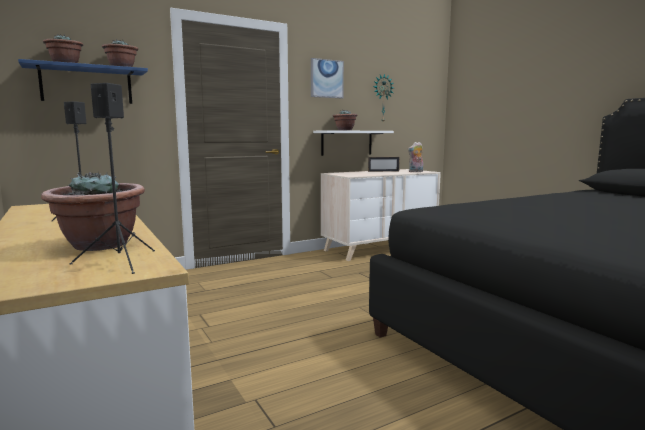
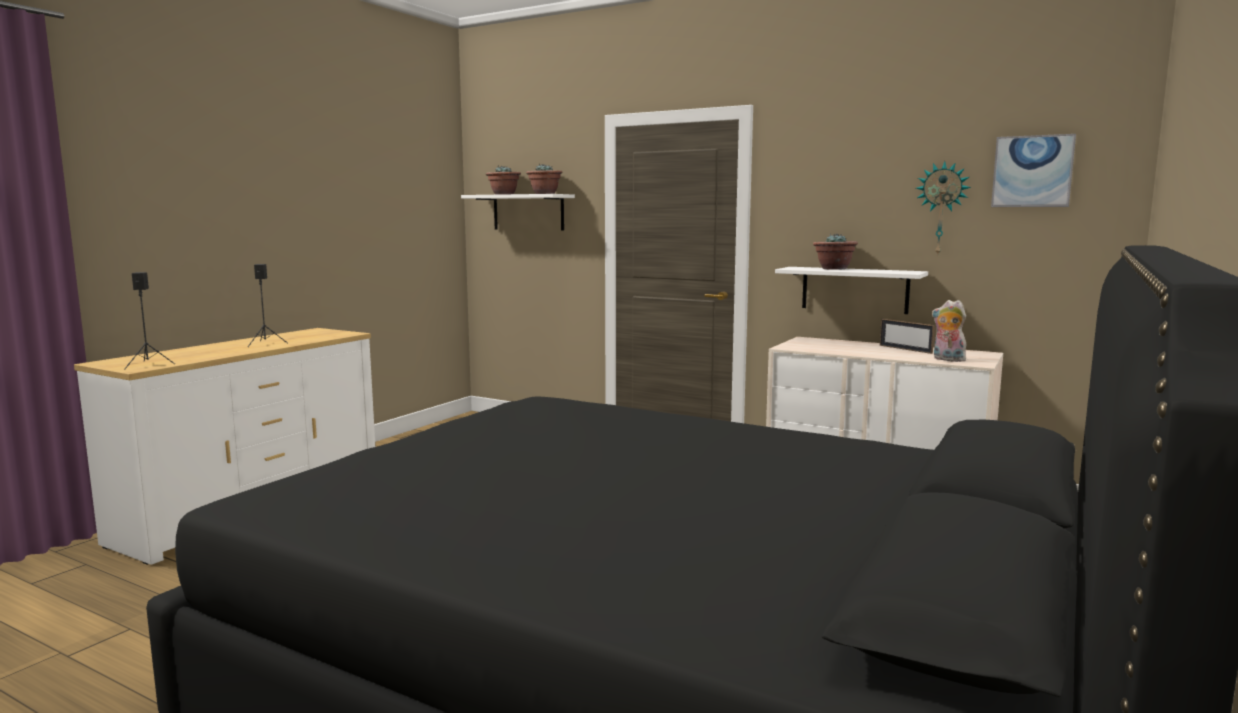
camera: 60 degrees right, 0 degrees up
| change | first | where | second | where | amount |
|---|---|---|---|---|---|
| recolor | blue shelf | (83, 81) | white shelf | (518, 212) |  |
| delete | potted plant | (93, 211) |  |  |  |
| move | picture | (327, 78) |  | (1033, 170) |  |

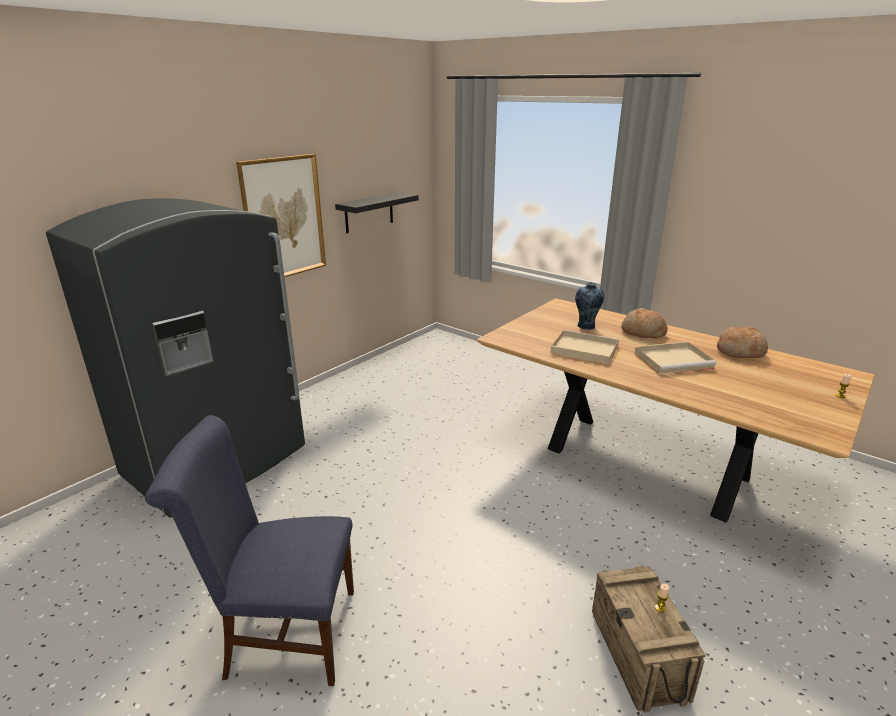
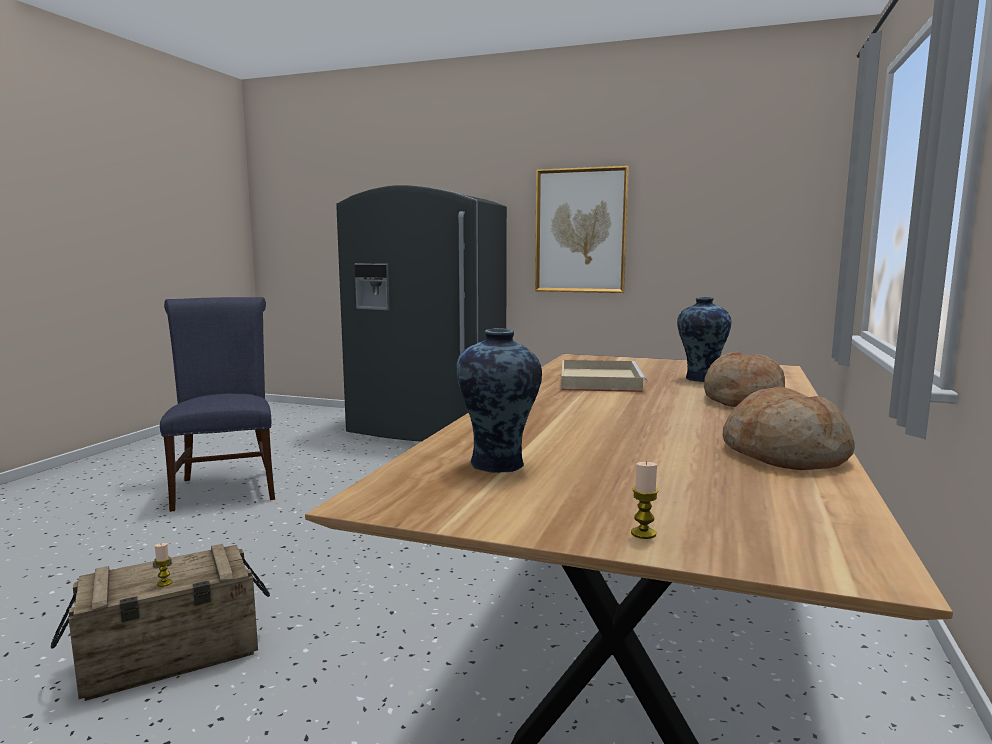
camera: 70 degrees right, 15 degrees down
| change | first | where | second | where | amount |
|---|---|---|---|---|---|
| delete | black shelf | (377, 212) |  |  |  |
| delete | beige tray | (675, 358) |  |  |  |
| insert |  |  | vase | (499, 400) |  |

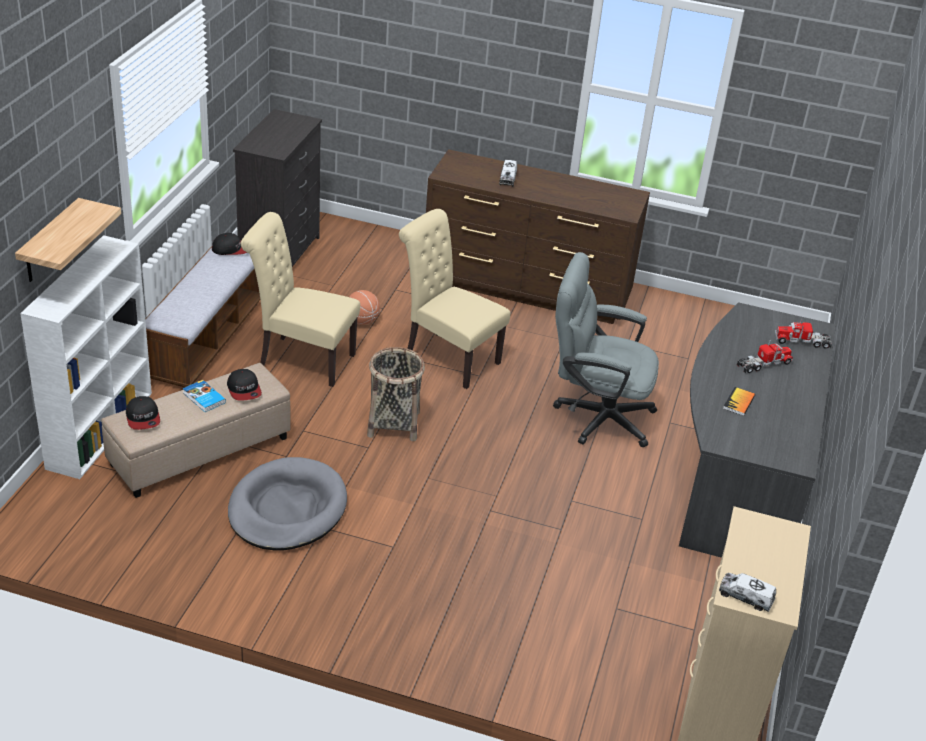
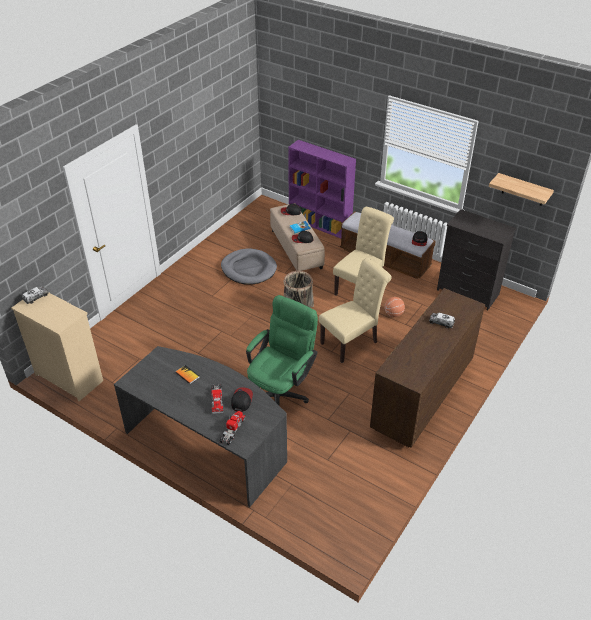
camera: 110 degrees right, 5 degrees up
| change | first | where | second | where | amount |
|---|---|---|---|---|---|
| move | shelf | (68, 240) |  | (521, 189) |  |
| recolor | white bookcase | (86, 357) | purple bookcase | (322, 189) |  |
| recolor | grey office chair | (606, 349) | green office chair | (282, 350) |  |
| insert |  |  | cap | (242, 399) |  |

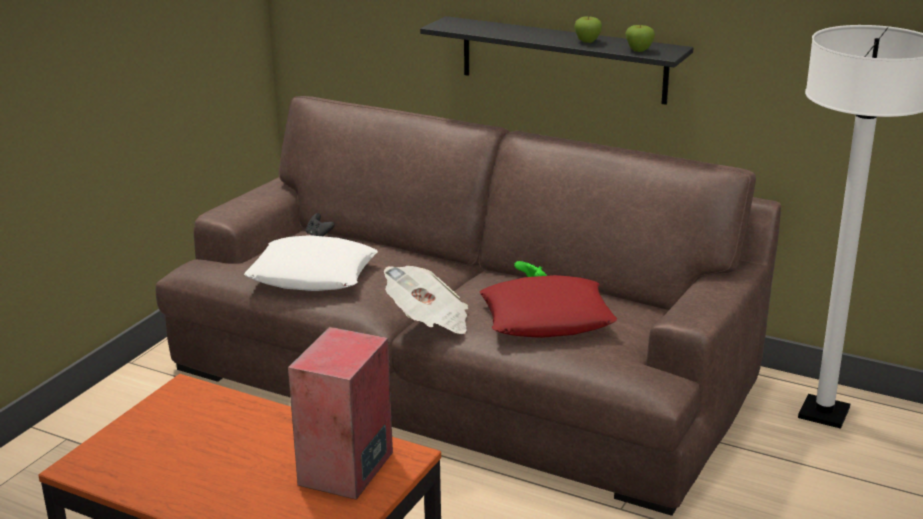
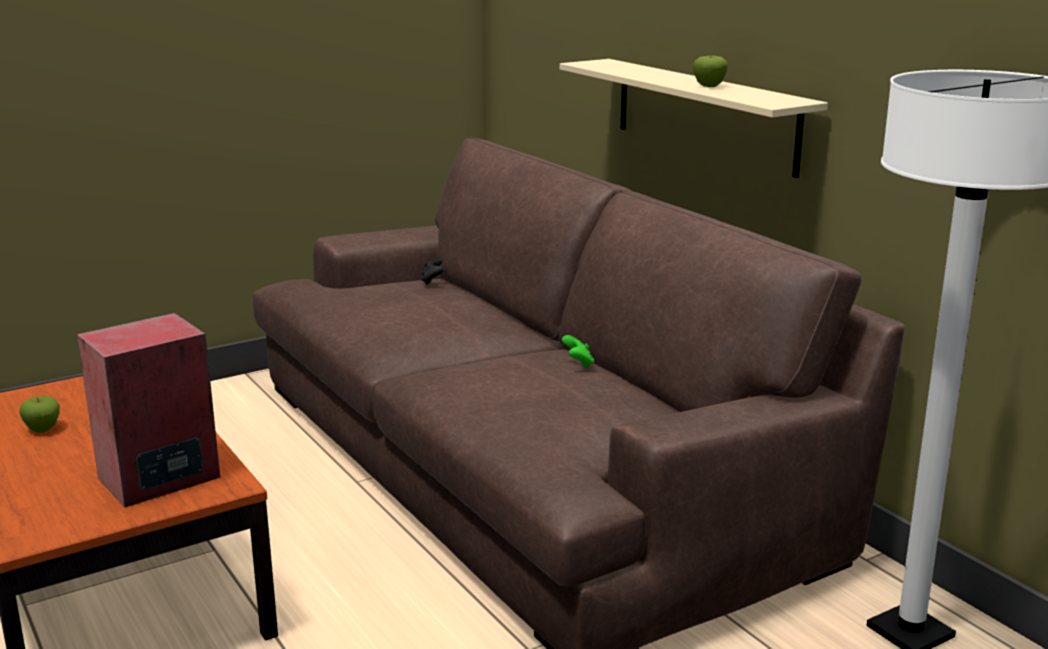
camera: 30 degrees right, 5 degrees down
| change | first | where | second | where | amount |
|---|---|---|---|---|---|
| delete | white pillow | (311, 263) |  |  |  |
| delete | newspaper | (426, 300) |  |  |  |
| recolor | black shelf | (557, 60) | beige shelf | (694, 118) |  |
| delete | red pillow | (548, 306) |  |  |  |
| move | apple | (640, 38) |  | (39, 414) |  |

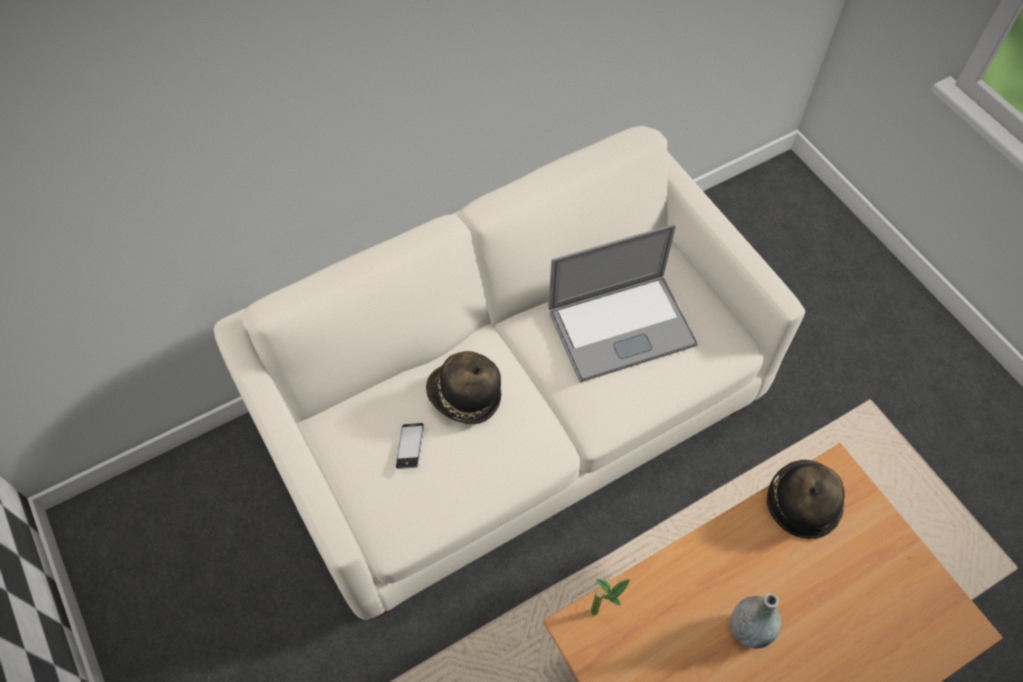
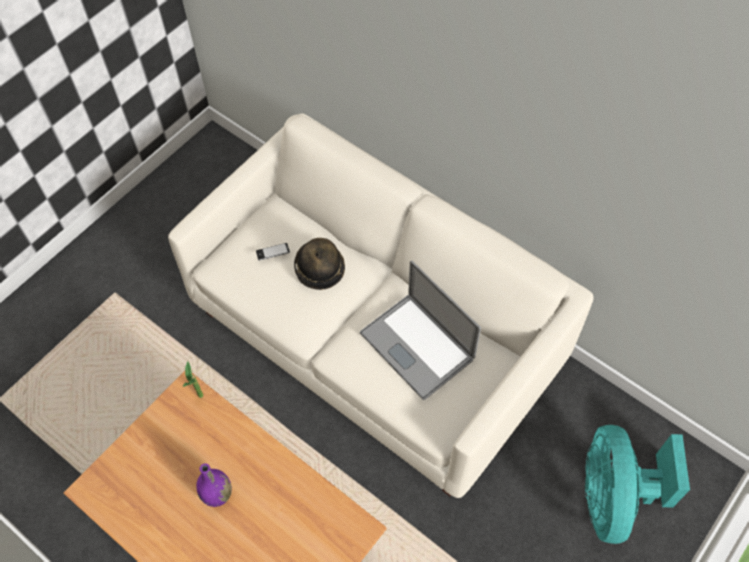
camera: 70 degrees right, 0 degrees up
| change | first | where | second | where | amount |
|---|---|---|---|---|---|
| recolor | grey vase | (755, 621) | purple vase | (214, 485) |  |
| delete | hat | (806, 499) |  |  |  |
| insert |  |  | turquoise fan | (637, 484) |  |

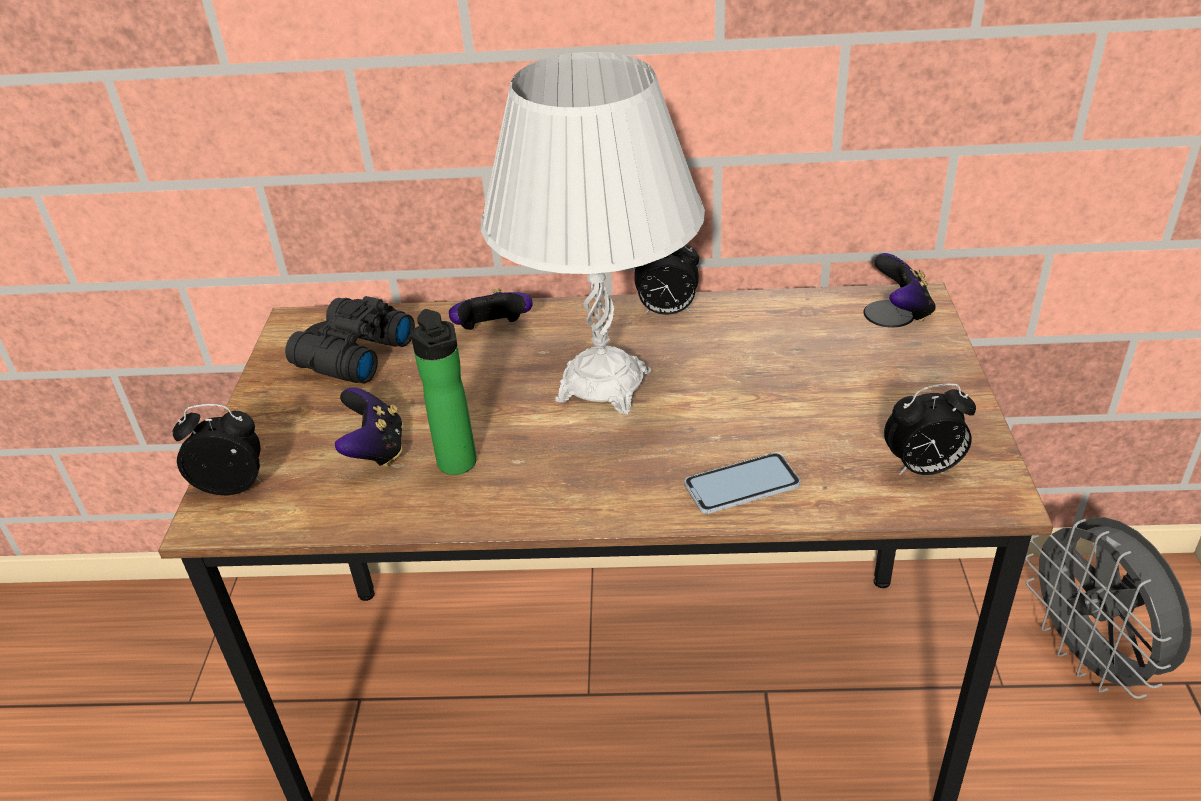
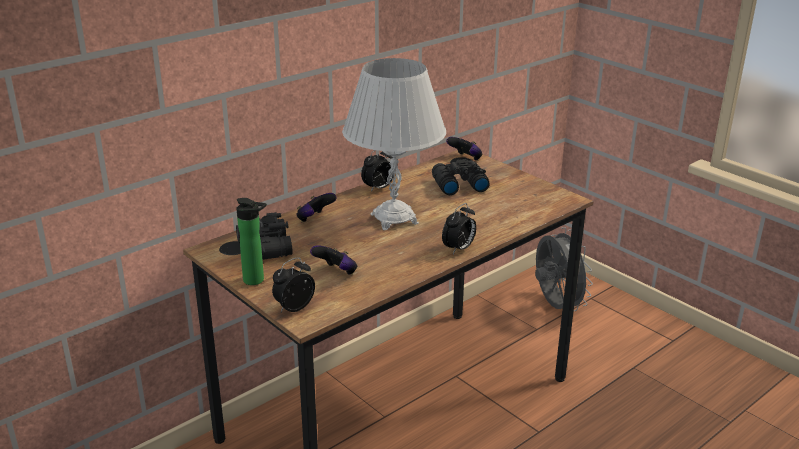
camera: 45 degrees left, 10 degrees down
| change | first | where | second | where | amount |
|---|---|---|---|---|---|
| move | bottle | (444, 392) |  | (251, 241) |  |
| delete | phone | (742, 483) |  |  |  |
| move | alarm clock | (930, 429) |  | (459, 228) |  |
| rotate | grey fan | (1108, 608) |  | (564, 269) | 135 degrees counterclockwise |
| insert |  |  | black binoculars | (461, 177) |  |

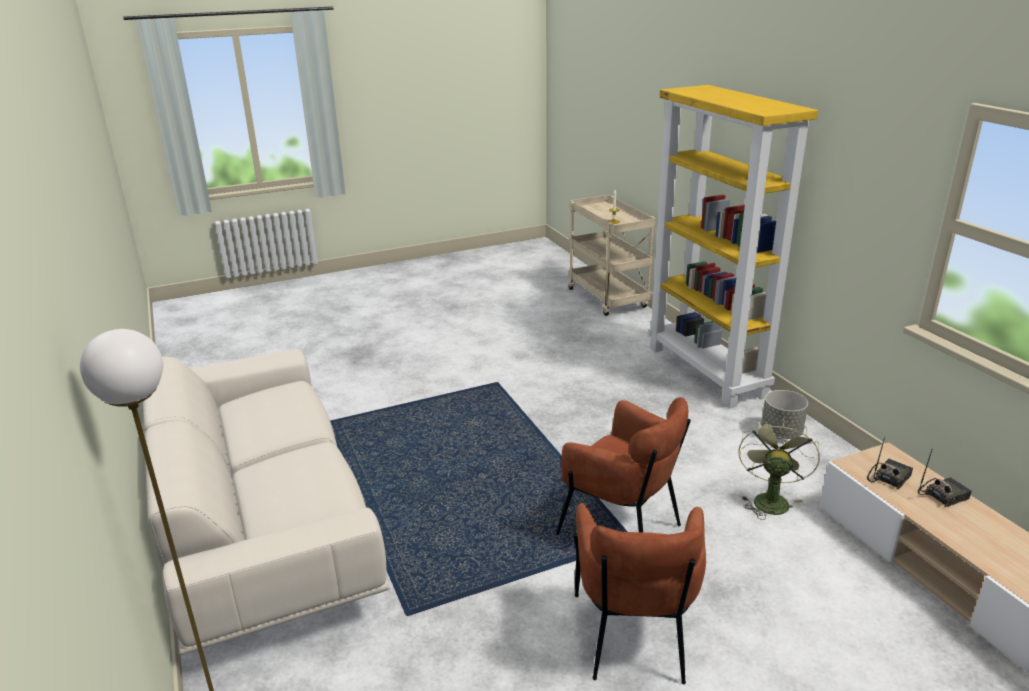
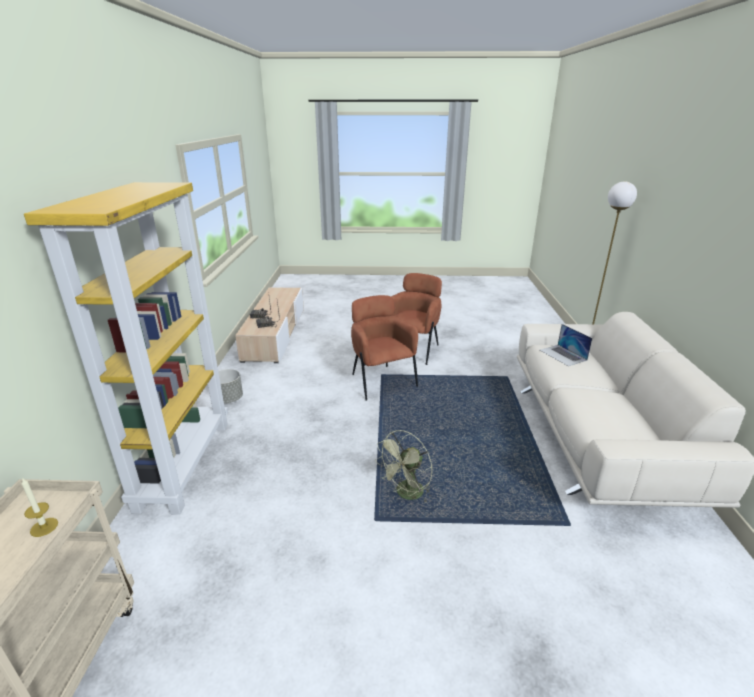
camera: 155 degrees left, 0 degrees up
| change | first | where | second | where | amount |
|---|---|---|---|---|---|
| move | green fan | (779, 469) |  | (403, 466) |  |
| insert |  |  | laptop | (566, 345) |  |

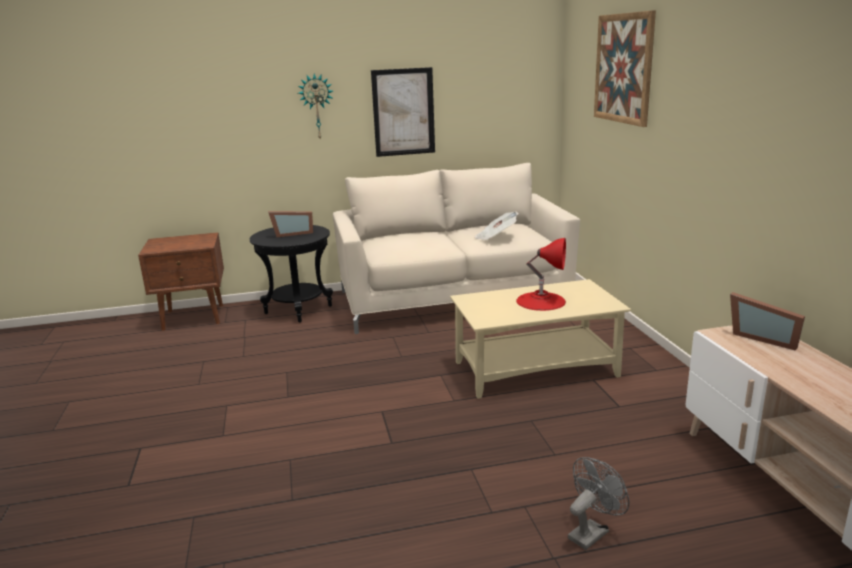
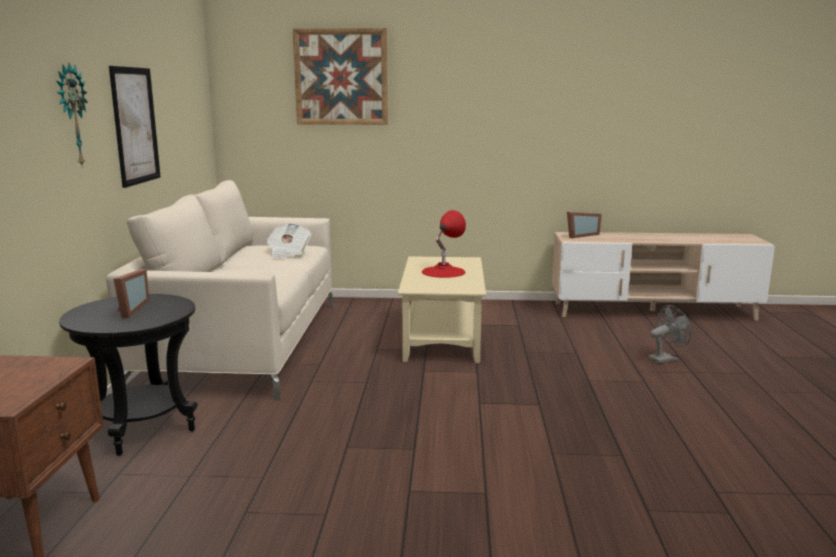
camera: 75 degrees left, 5 degrees down
| change | first | where | second | where | amount |
|---|---|---|---|---|---|
| rotate | grey fan | (599, 503) |  | (669, 334) | 90 degrees clockwise |

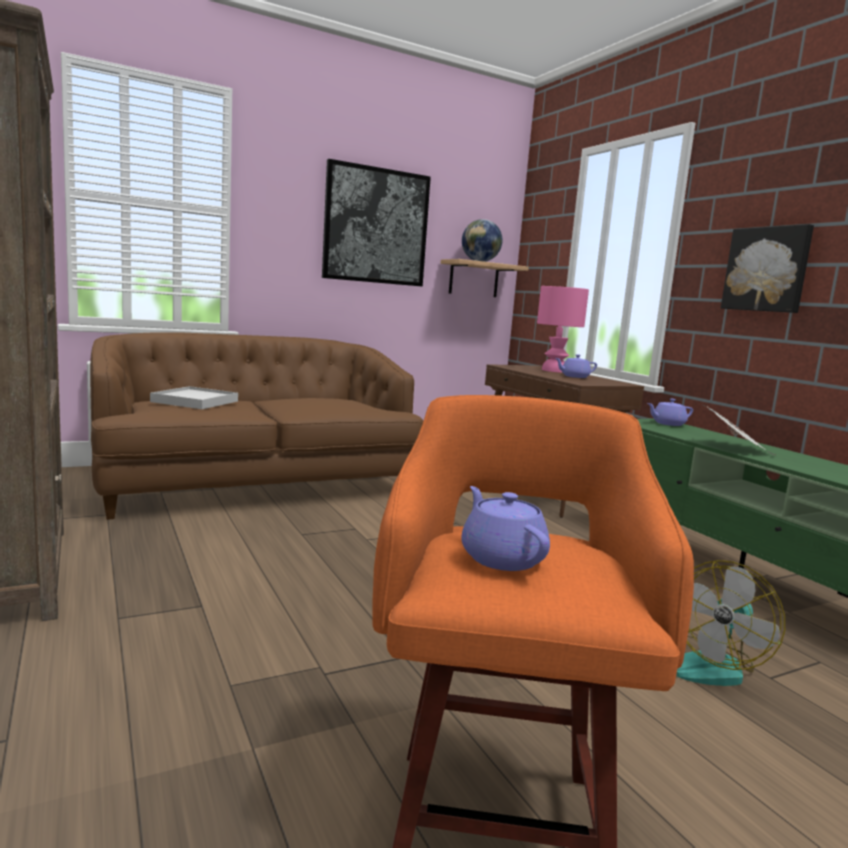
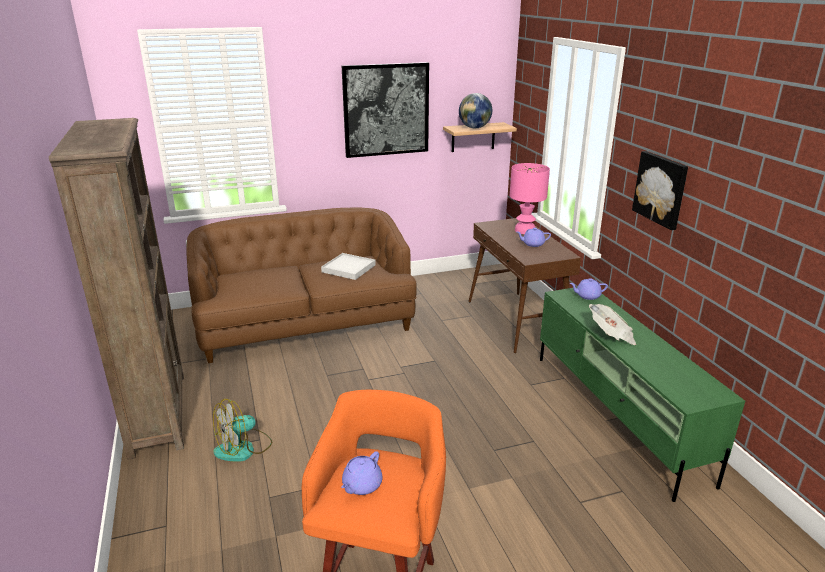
camera: 10 degrees right, 15 degrees up
| change | first | where | second | where | amount |
|---|---|---|---|---|---|
| move | white tray | (194, 397) |  | (348, 266) |  |
| rotate | purple teapot | (505, 528) |  | (361, 473) | 135 degrees counterclockwise |
| move | fan | (730, 623) |  | (242, 430) |  |

